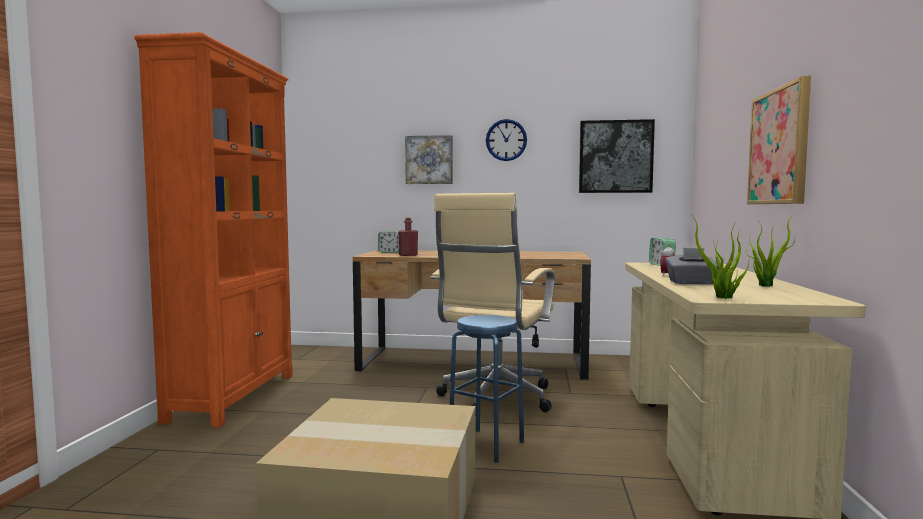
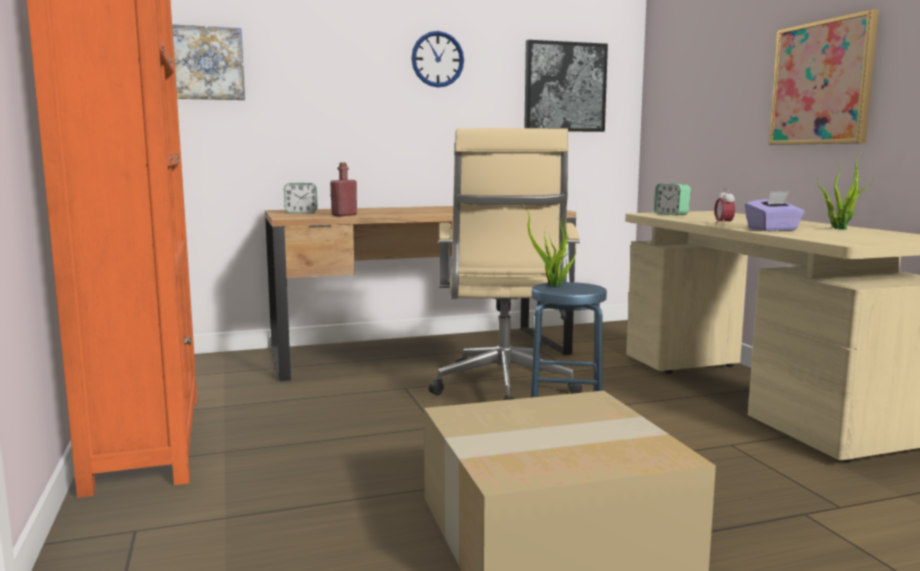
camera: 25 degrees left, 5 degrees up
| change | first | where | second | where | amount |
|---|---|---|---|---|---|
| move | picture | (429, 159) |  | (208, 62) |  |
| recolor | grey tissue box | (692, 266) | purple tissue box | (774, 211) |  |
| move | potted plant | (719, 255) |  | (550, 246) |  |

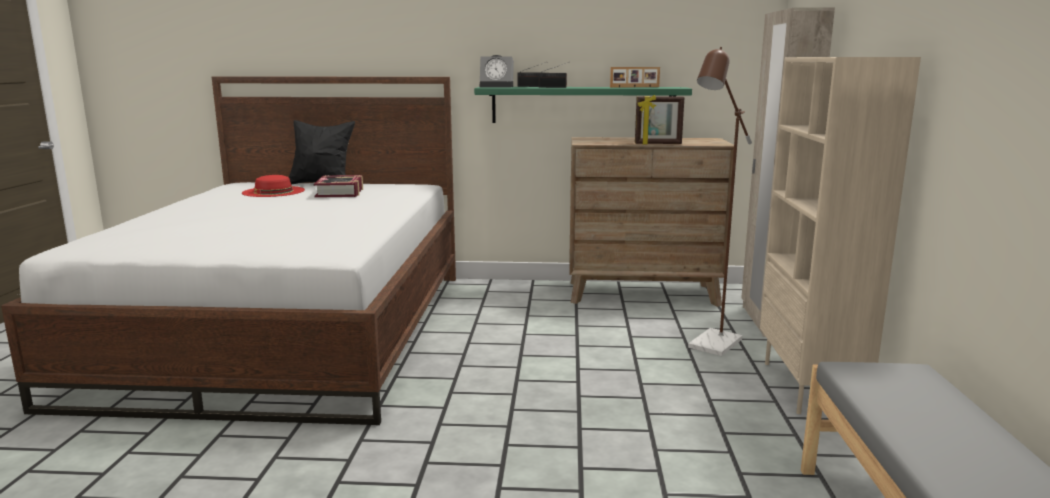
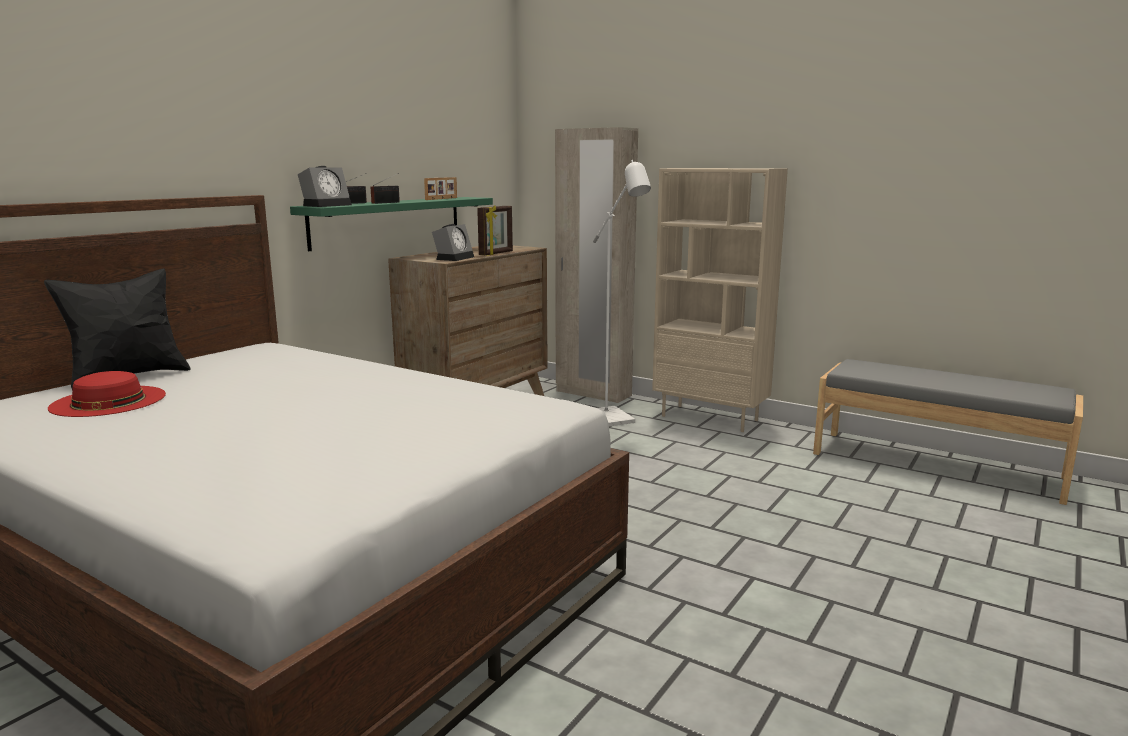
camera: 60 degrees left, 0 degrees up
| change | first | where | second | where | amount |
|---|---|---|---|---|---|
| delete | book | (338, 186) |  |  |  |
| recolor | brown floor lamp | (720, 201) | white floor lamp | (622, 293) |  |
| insert |  |  | alarm clock | (453, 242) |  |

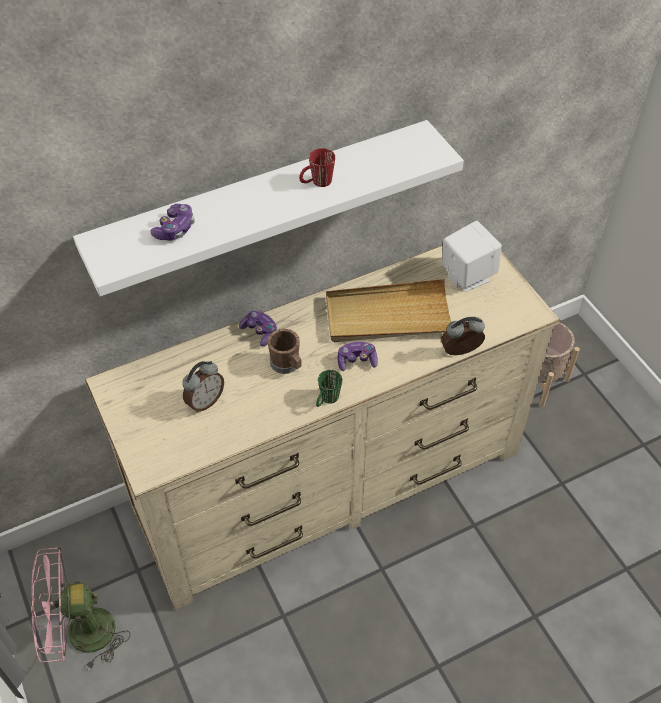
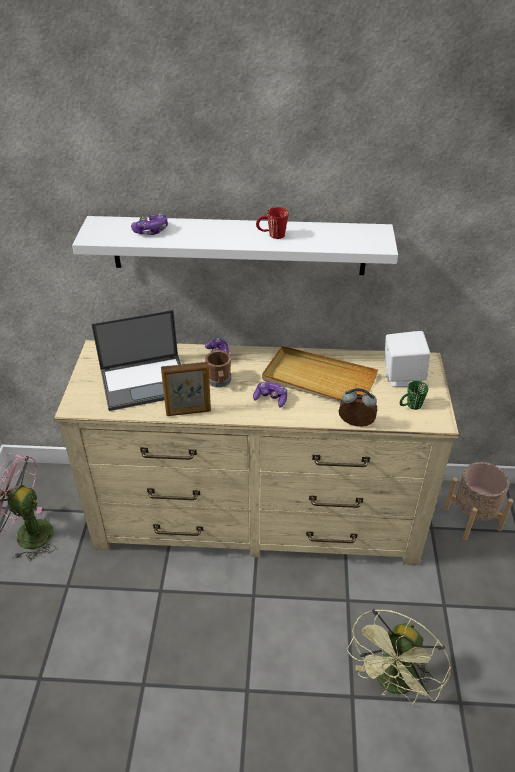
camera: 30 degrees right, 10 degrees down
| change | first | where | second | where | amount |
|---|---|---|---|---|---|
| replace | alarm clock | (203, 386) | laptop | (136, 360) |  |
| move | green mug | (329, 388) |  | (414, 395) |  |
| insert |  |  | picture frame | (186, 389) |  |
| insert |  |  | green fan | (398, 657) |  |

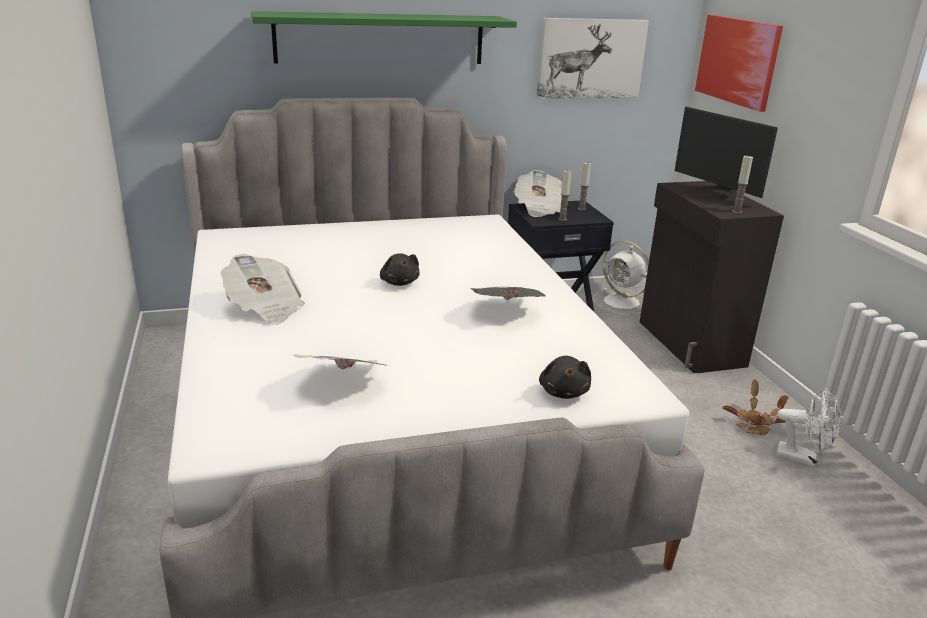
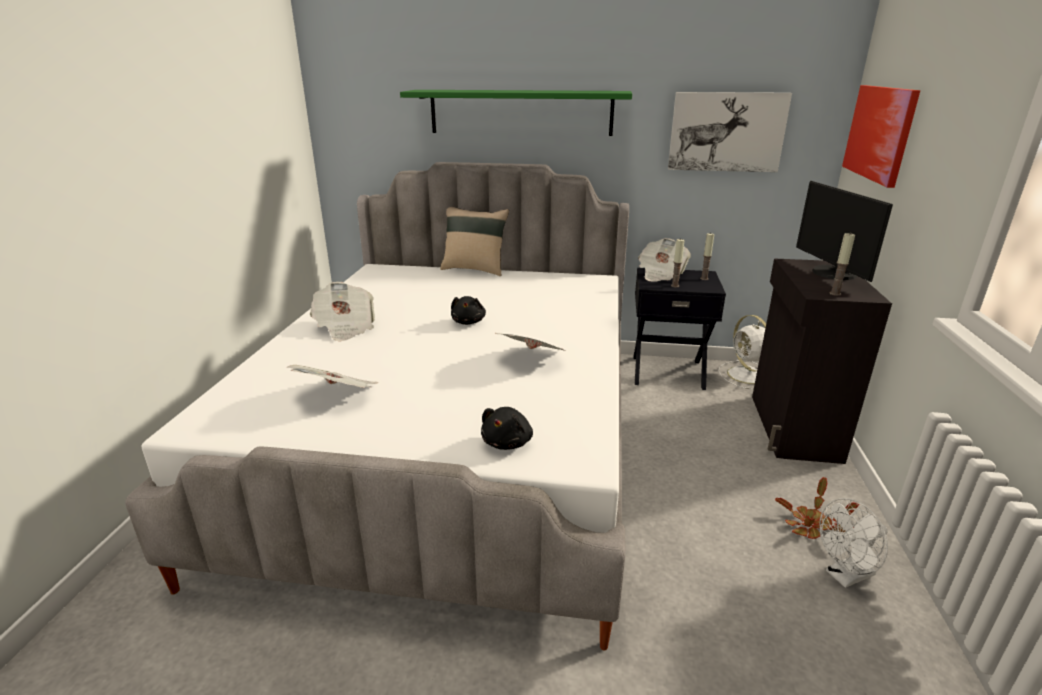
camera: 25 degrees right, 0 degrees up
| change | first | where | second | where | amount |
|---|---|---|---|---|---|
| rotate | white fan | (808, 427) |  | (853, 543) | 105 degrees clockwise |
| insert |  |  | beige pillow | (474, 241) |  |

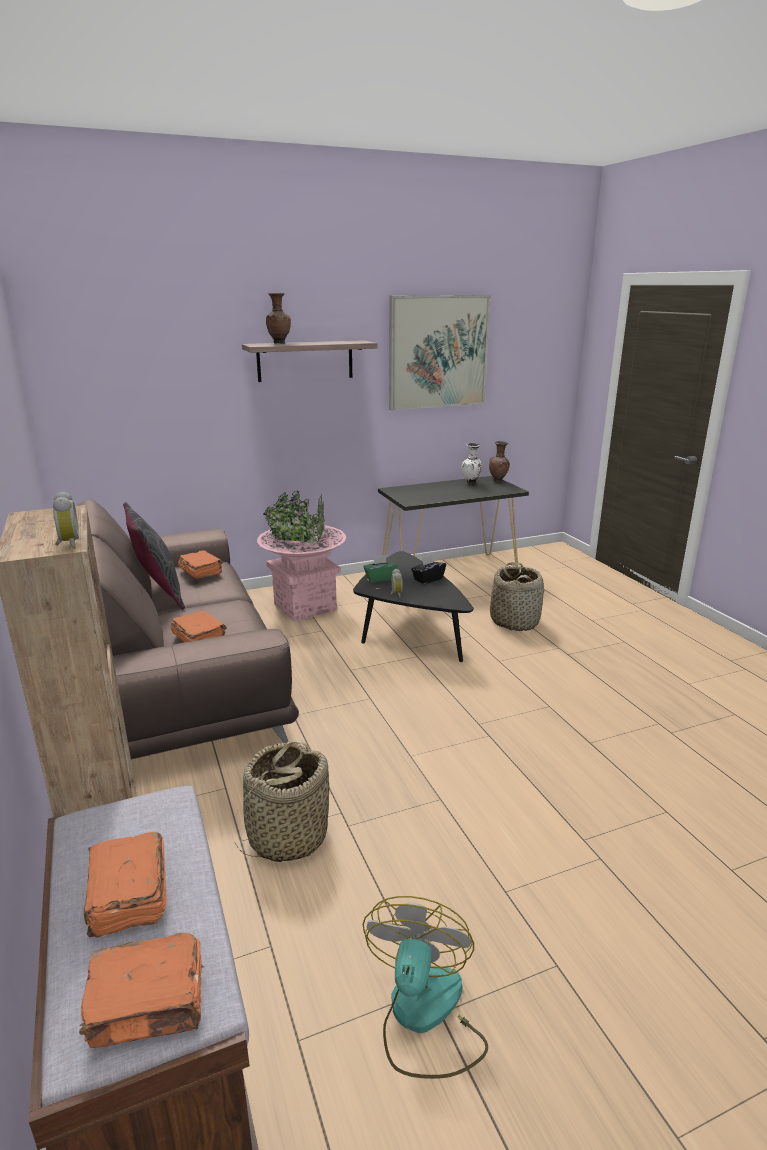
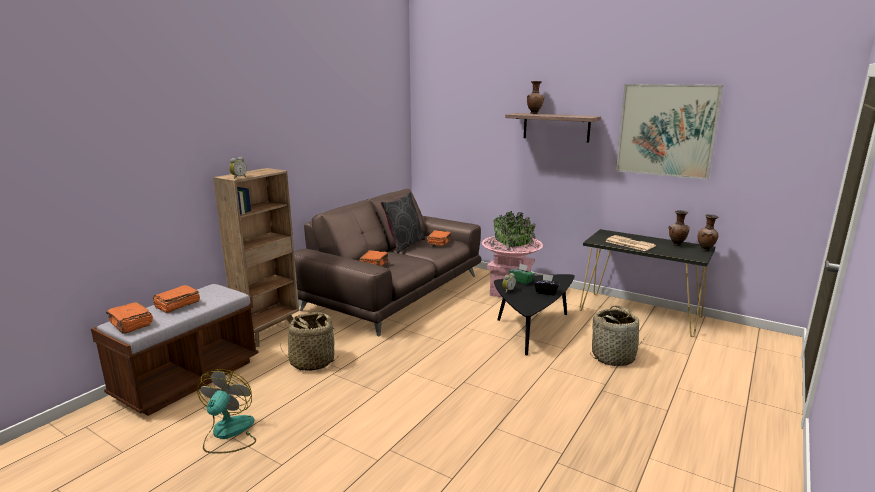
camera: 55 degrees right, 5 degrees down
| change | first | where | second | where | amount |
|---|---|---|---|---|---|
| rotate | fan | (425, 987) |  | (226, 411) | 60 degrees counterclockwise |
| recolor | white vase | (472, 463) | brown vase | (679, 228) |  |
| insert |  |  | newspaper | (630, 243) |  |

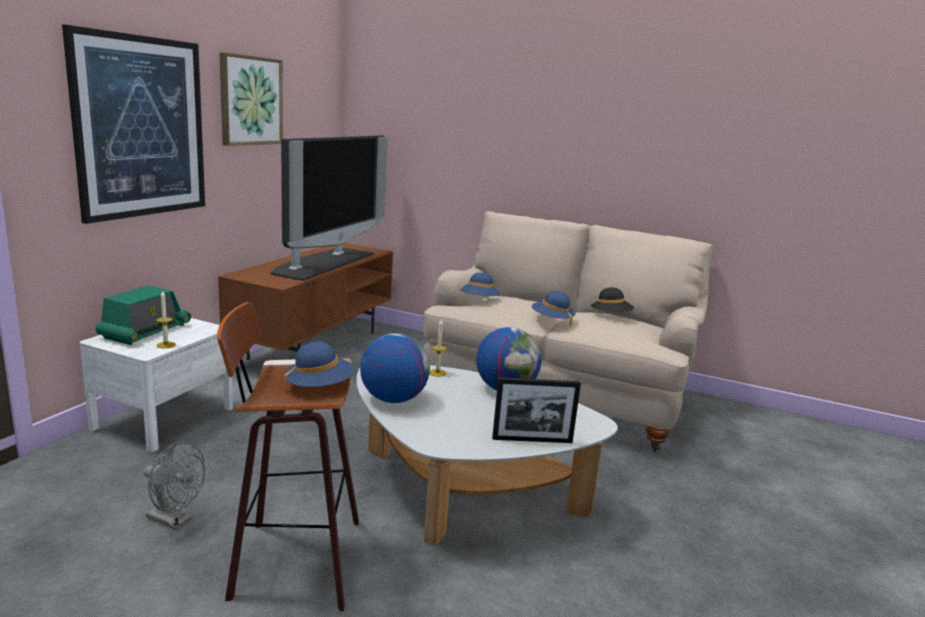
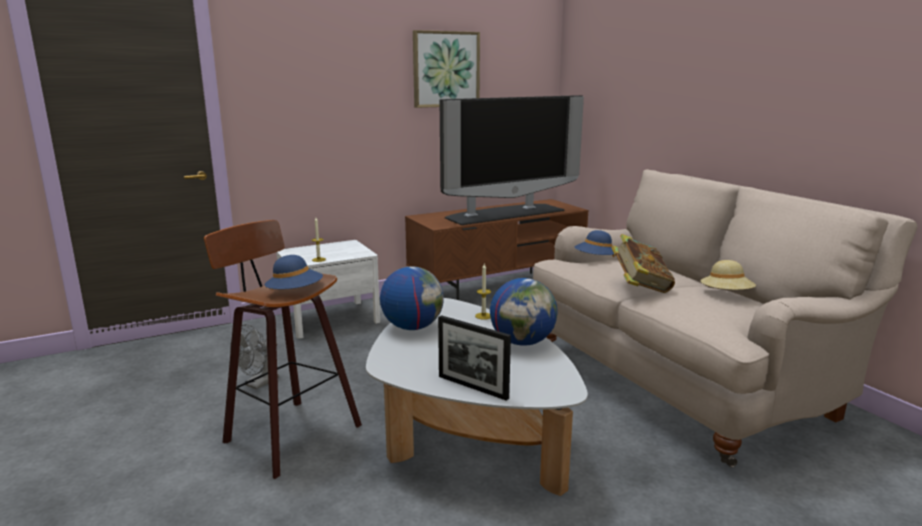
camera: 40 degrees right, 0 degrees up
| change | first | where | second | where | amount |
|---|---|---|---|---|---|
| delete | picture | (133, 124) |  |  |  |
| delete | radio | (143, 315) |  |  |  |
| rotate | grey fan | (174, 486) |  | (254, 356) | 60 degrees clockwise |
| replace | blue hat | (554, 309) | book | (643, 263) |  |
| recolor | black hat | (612, 300) | beige hat | (728, 275) |  |

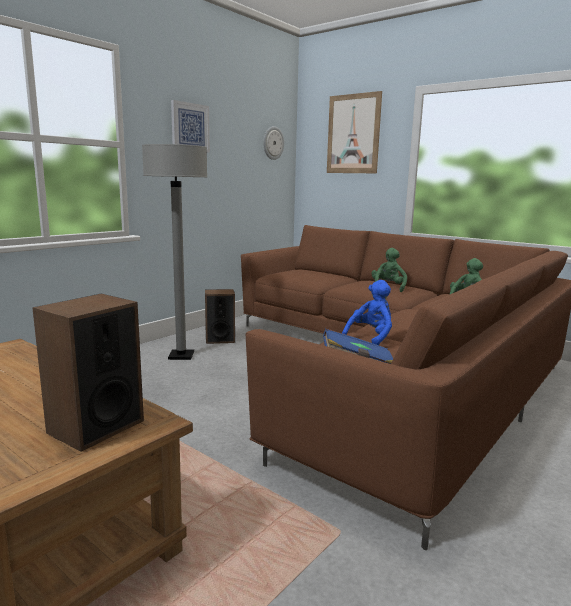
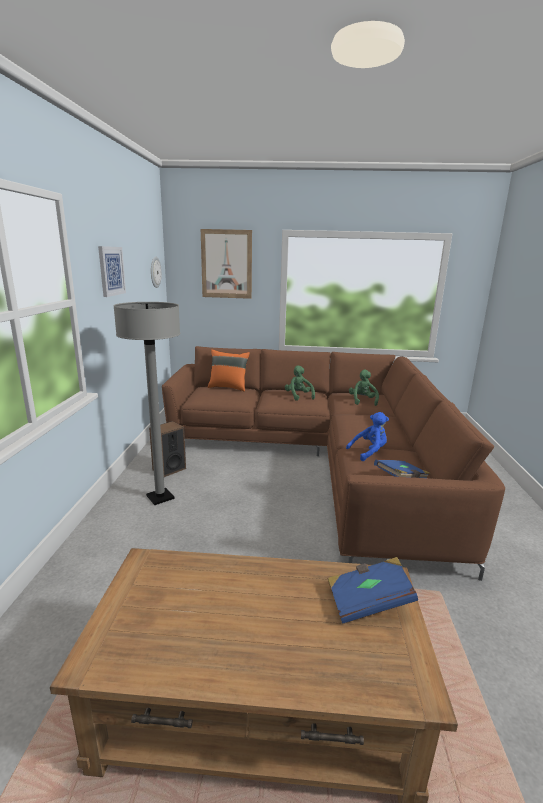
camera: 35 degrees left, 5 degrees up
| change | first | where | second | where | amount |
|---|---|---|---|---|---|
| replace | speaker | (88, 373) | blue book | (372, 590) |  |
| rotate | blue plush toy | (367, 312) |  | (367, 436) | 60 degrees clockwise |
| insert |  |  | orange pillow | (229, 370) |  |

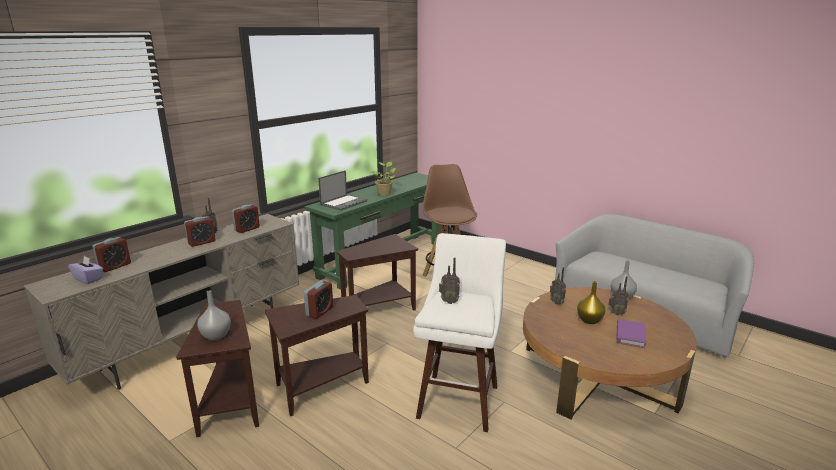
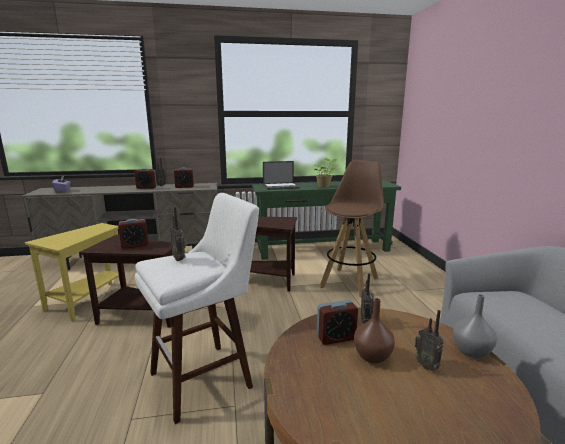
camera: 40 degrees right, 5 degrees down
| change | first | where | second | where | amount |
|---|---|---|---|---|---|
| move | alarm clock | (111, 254) |  | (337, 322) |  |
| recolor | brown side table | (217, 368) | yellow side table | (72, 272) |  |
| delete | grey vase | (214, 315) |  |  |  |
| recolor | yellow vase | (591, 302) | brown vase | (374, 331) |  |
| delete | purple book | (631, 333) |  |  |  |

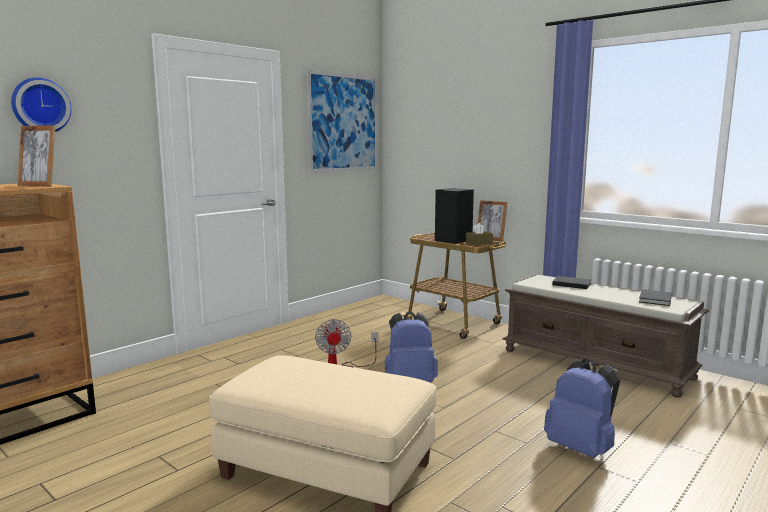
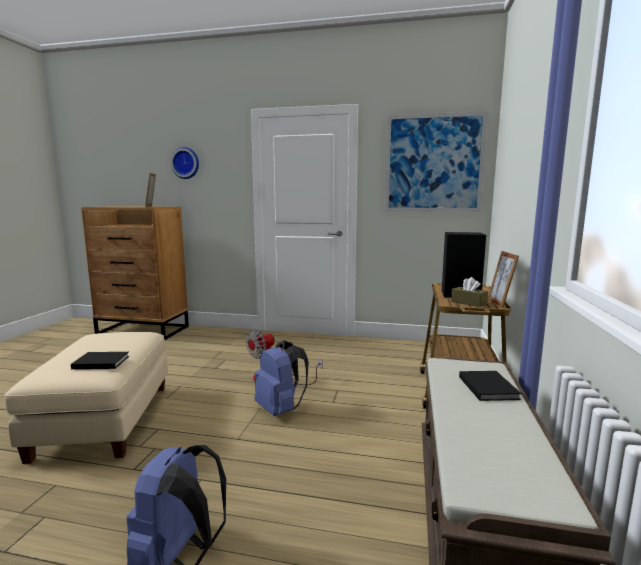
camera: 60 degrees right, 0 degrees up
| change | first | where | second | where | amount |
|---|---|---|---|---|---|
| move | black book | (655, 297) |  | (100, 360) |  |

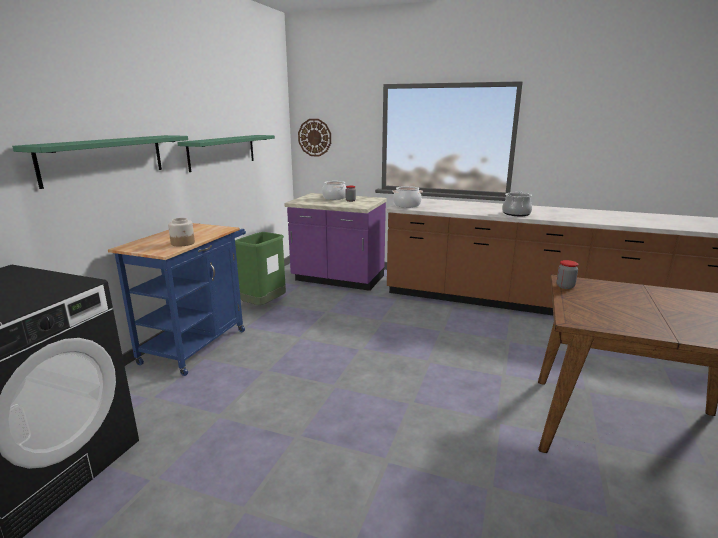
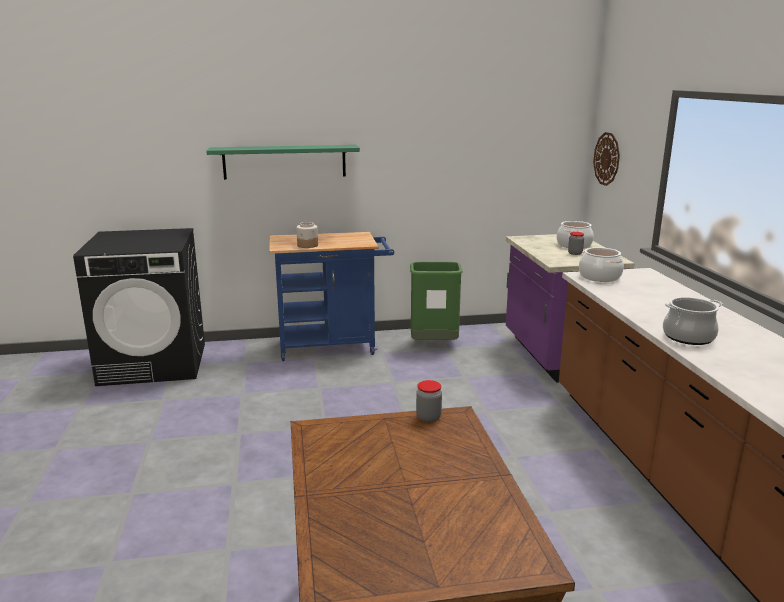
camera: 60 degrees right, 0 degrees up
| change | first | where | second | where | amount |
|---|---|---|---|---|---|
| delete | green shelf | (226, 153) |  |  |  |

